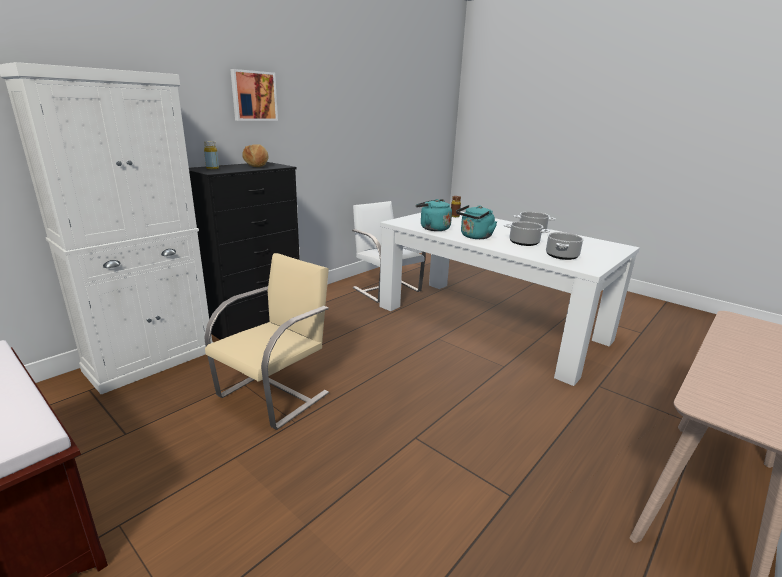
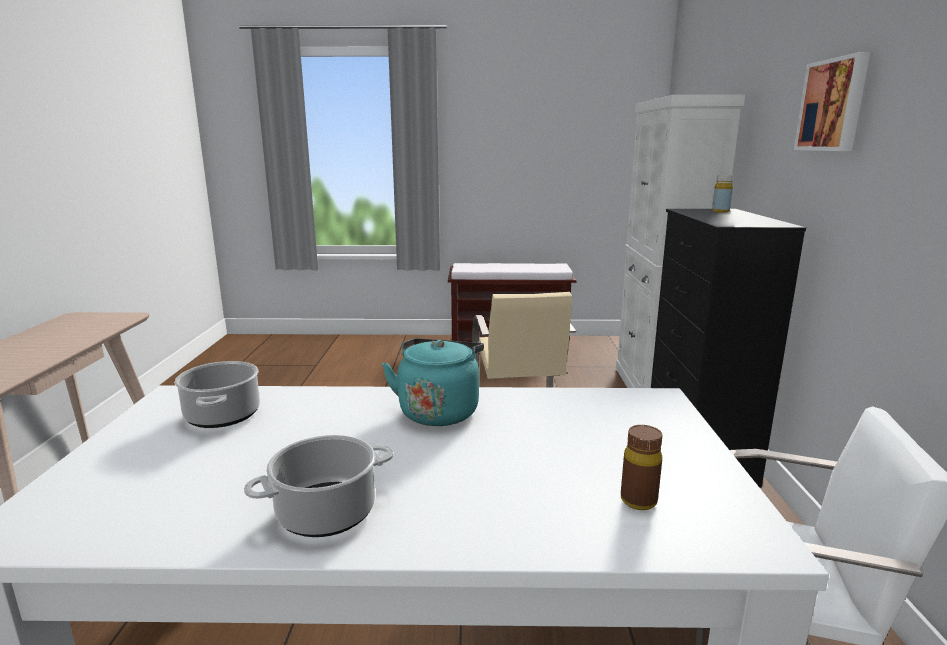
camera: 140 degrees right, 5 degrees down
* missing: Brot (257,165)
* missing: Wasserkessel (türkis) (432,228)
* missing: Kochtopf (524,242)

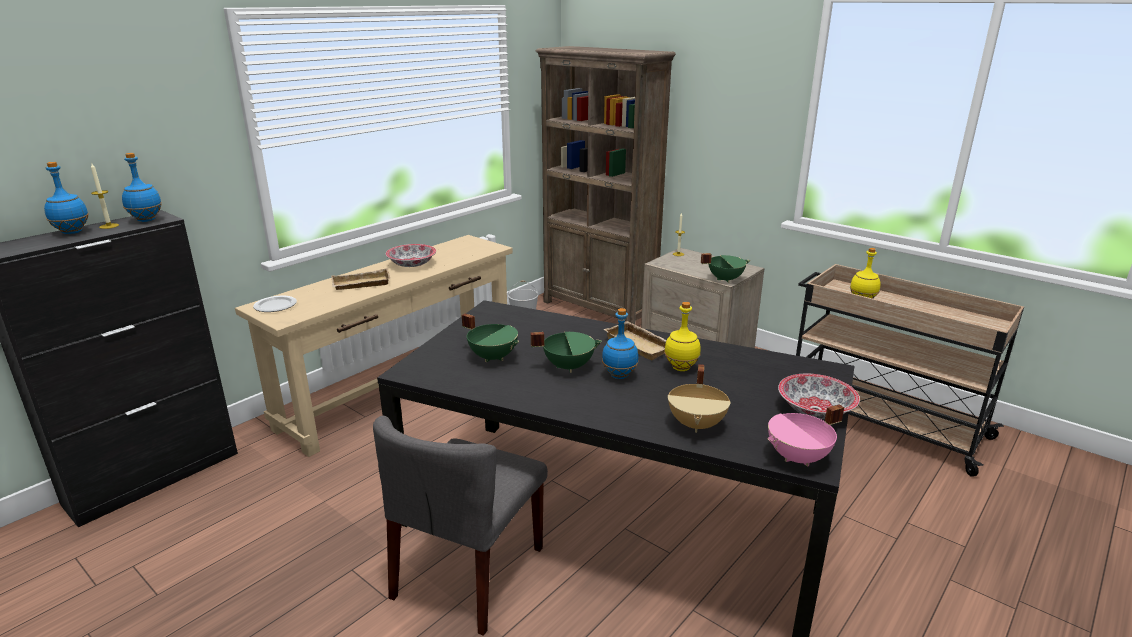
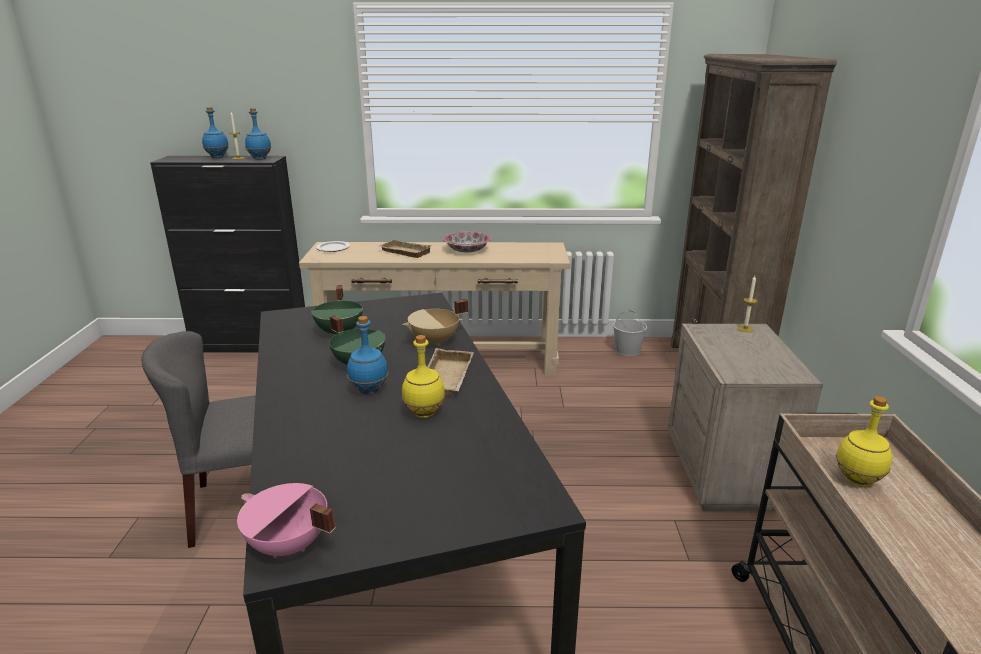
camera: 50 degrees right, 0 degrees up
* missing: Kochtopf (grün) (724,279)
* missing: Schüssel (815,410)
* relocated: Kochtopf (beige) (697,424) to (435,342)

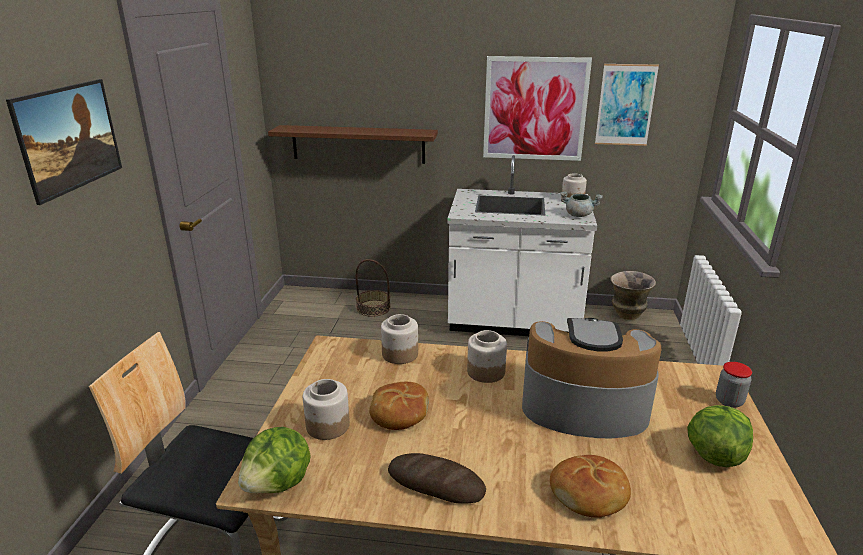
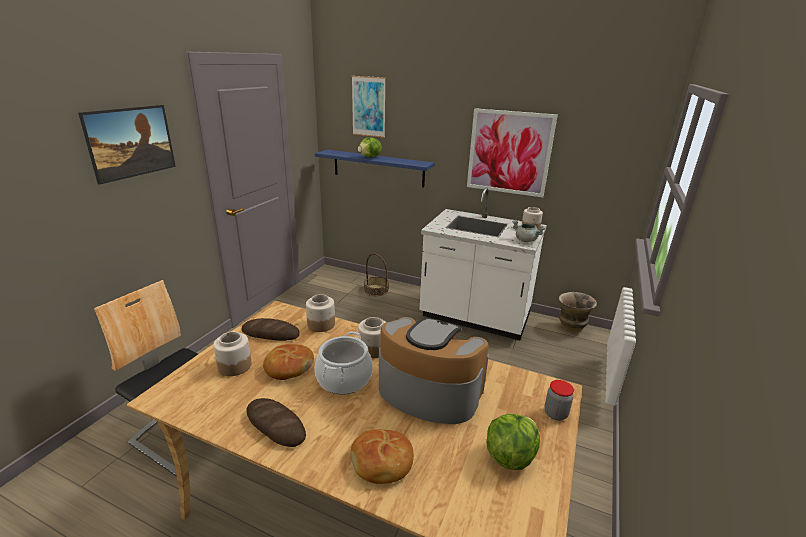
camera: 15 degrees right, 0 degrees up
* appeared: Brot (270,333)
* appeared: Kochtopf (344,379)
* relocated: Salatkopf (279,484) to (370,157)
* relocated: Bild (625,105) to (368,106)
* colour: Wandregal (braun) (358,144) to Wandregal (blau) (378,168)

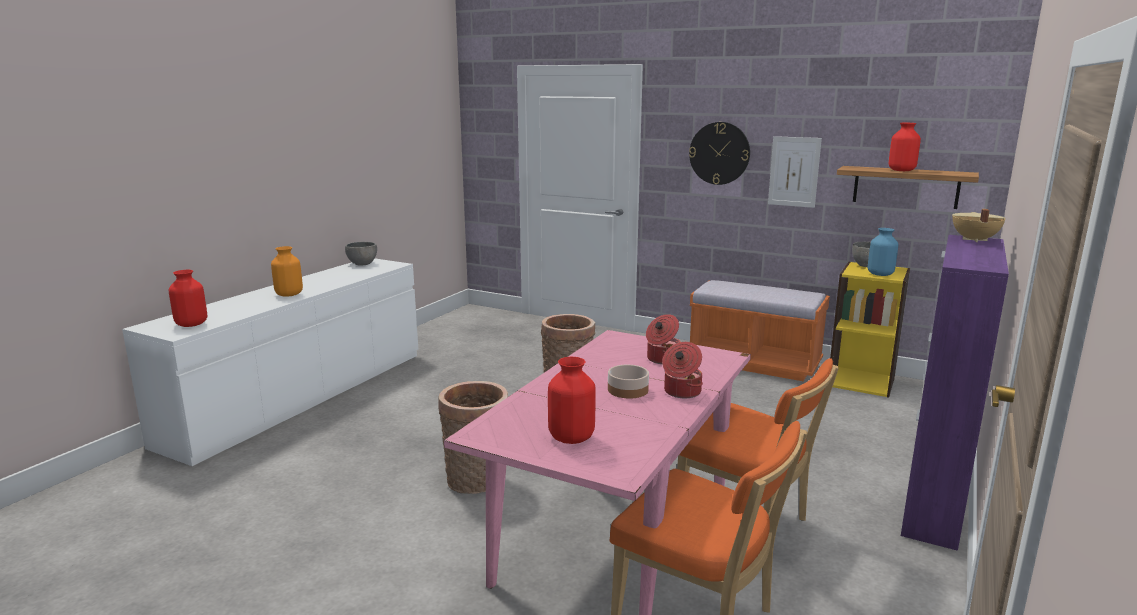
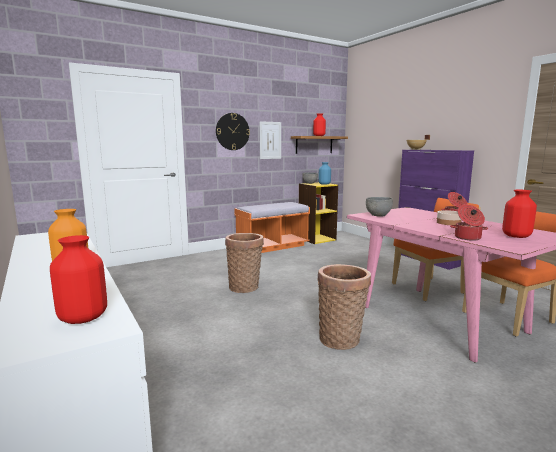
camera: 60 degrees left, 5 degrees down
* relocated: Schüssel (grau) (362,264) to (378,215)
* relocated: Kochtopf (662,359) to (467,238)

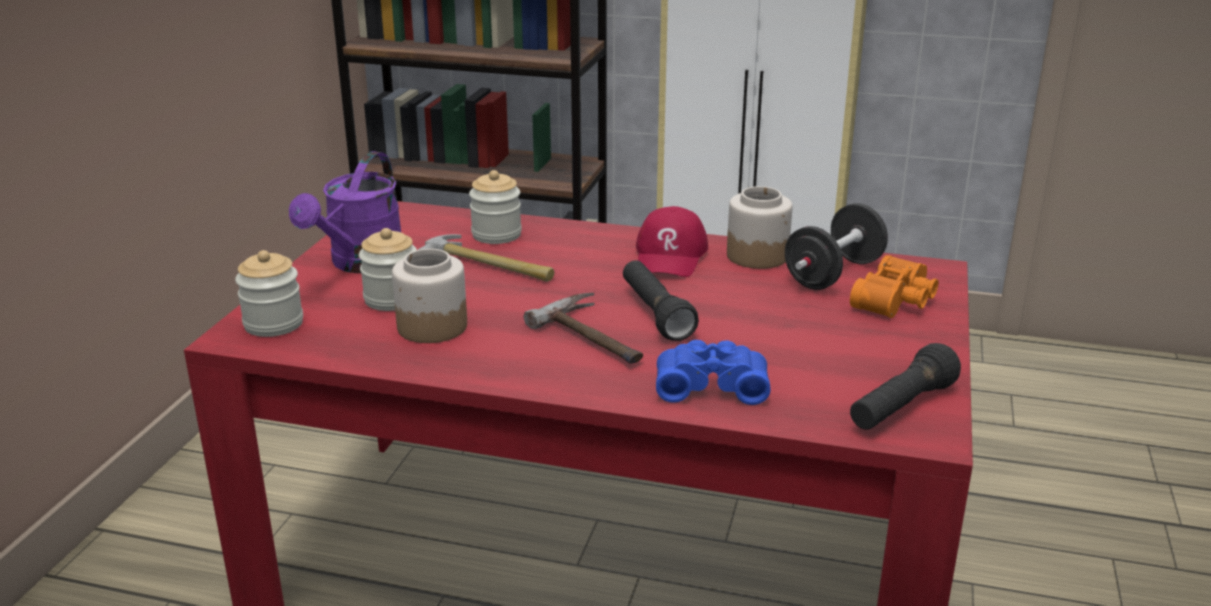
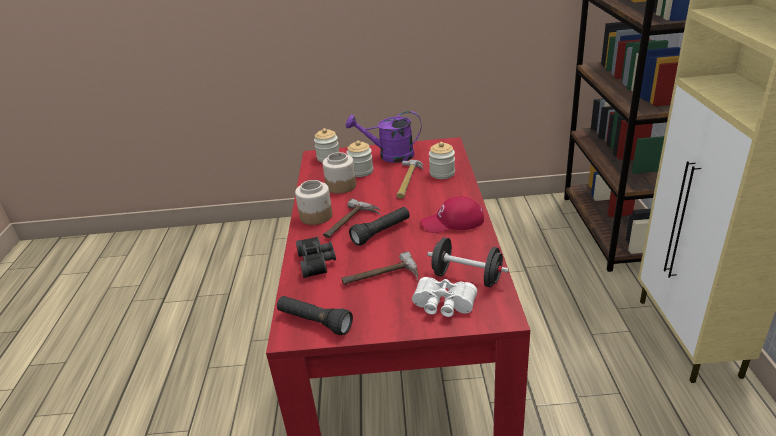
camera: 75 degrees right, 5 degrees up
* appeared: Hammer (382,279)
* relocated: Vorratsglas (757,256) to (316,216)
* colour: Fernglas (blau) (711,385) to Fernglas (schwarz) (317,262)
* colour: Fernglas (orange) (897,301) to Fernglas (weiß) (443,306)

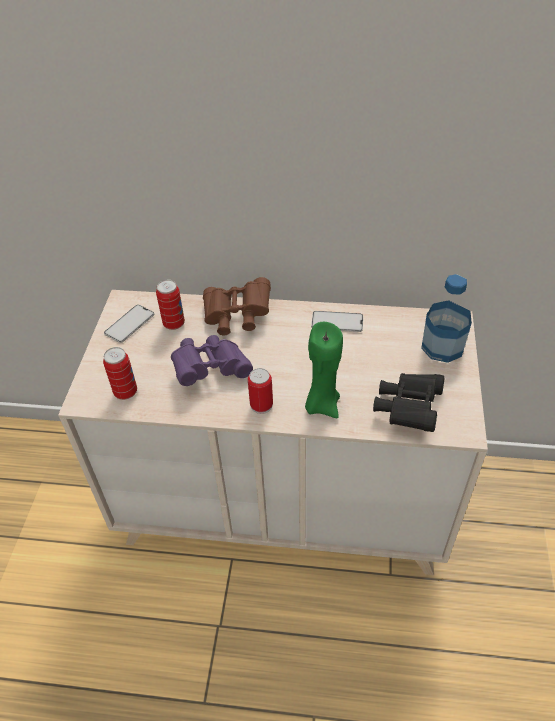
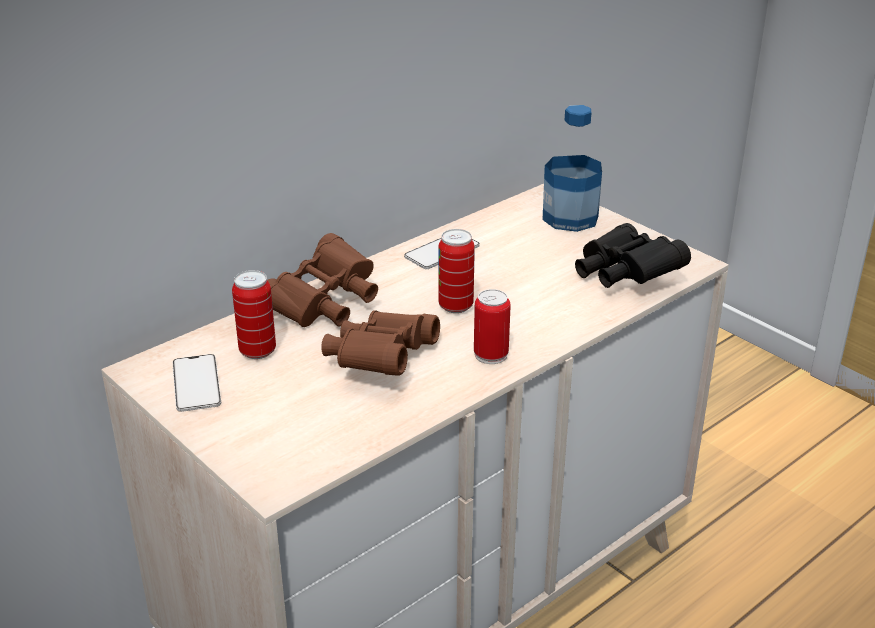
camera: 50 degrees left, 15 degrees down
* missing: Kerze (grün) (322,404)
* relocated: Dose (125,392) to (455,306)
* colour: Fernglas (lila) (210,369) to Fernglas (braun) (380,361)

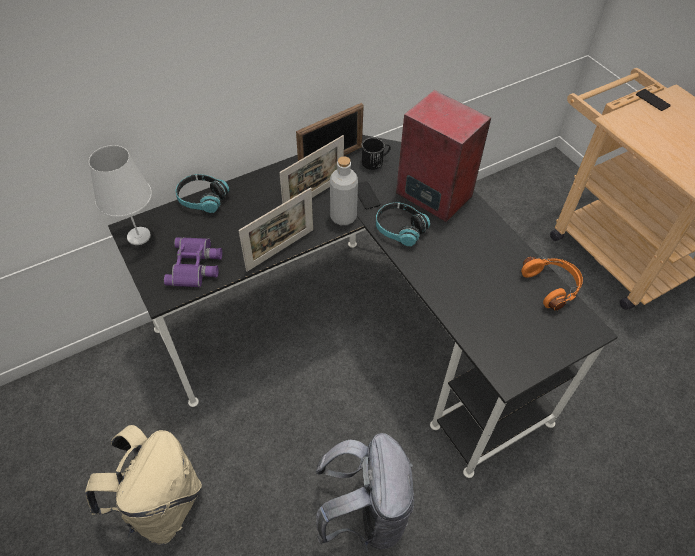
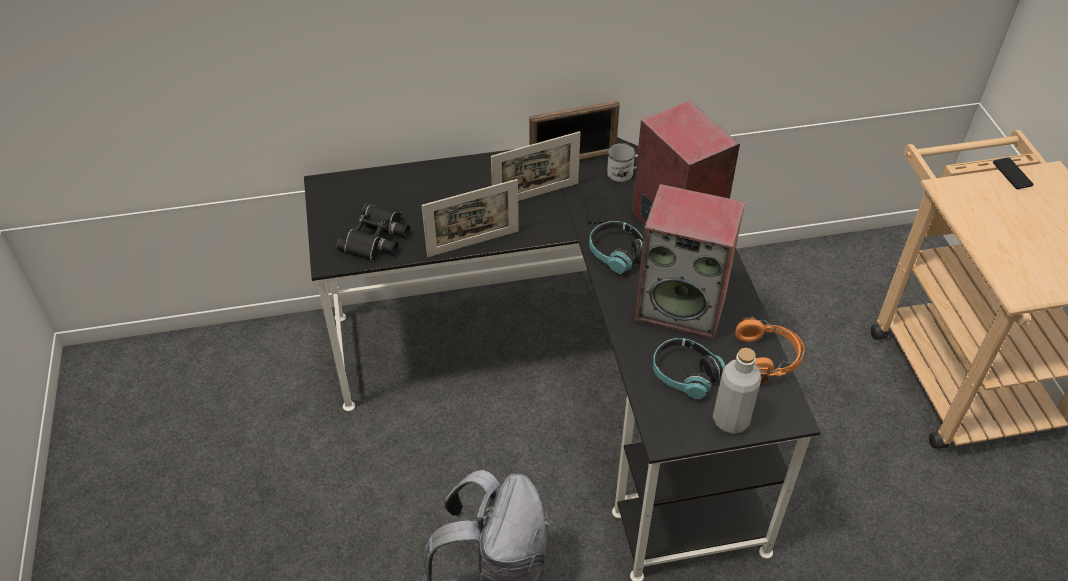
camera: 20 degrees right, 5 degrees down
* missing: Rucksack (beige) (161,504)
* missing: Tischlampe (weiß) (139,236)
* appeared: Lautsprecher (682,306)
* relocated: Kopfhörer (202,199) to (685,374)
* relocated: Flasche (grau) (343,217) to (731,420)
* colour: Fernglas (lila) (196,265) to Fernglas (schwarz) (377,238)
* colour: Henkelbecher (schwarz) (375,161) to Henkelbecher (weiß) (624,173)

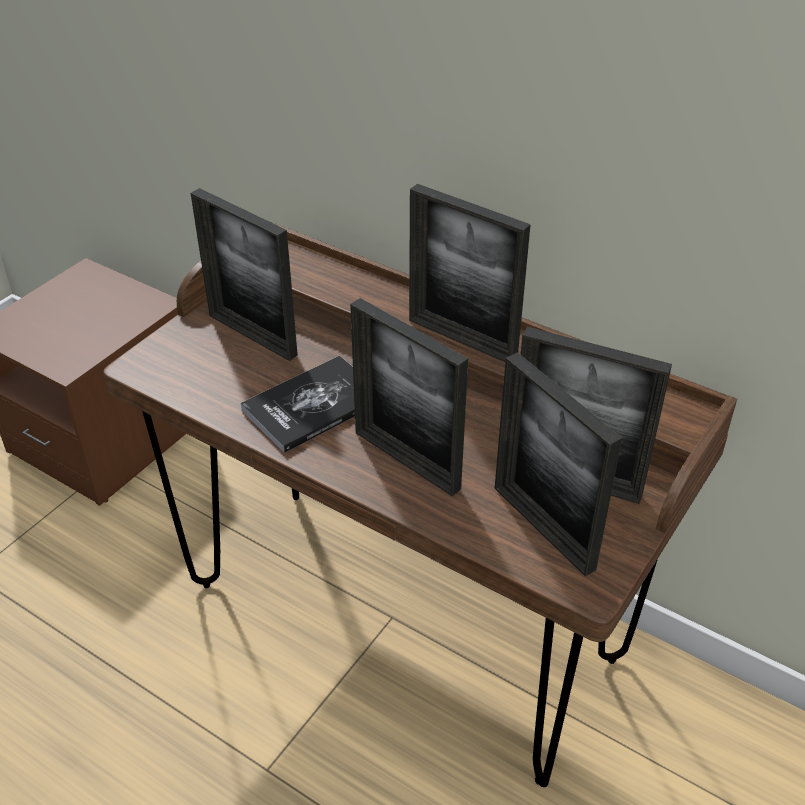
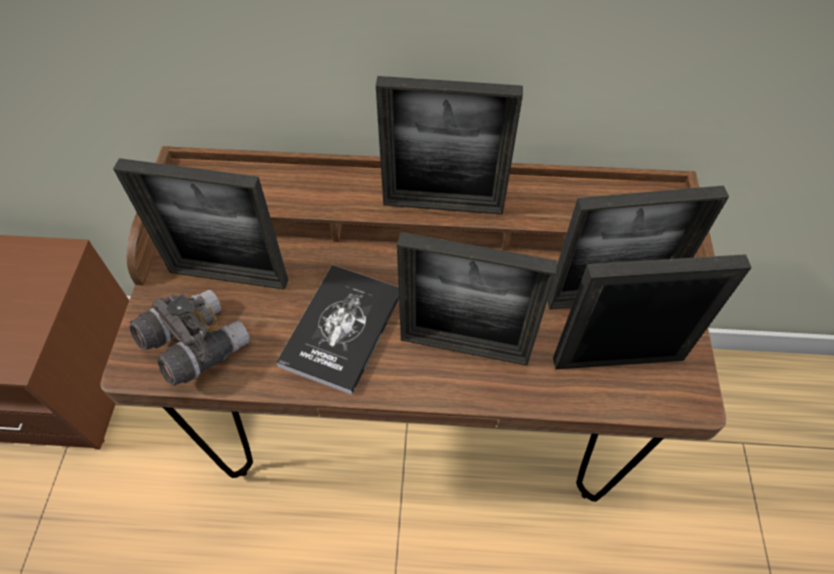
camera: 30 degrees left, 15 degrees up
* appeared: Fernglas (grau) (195,345)
* spun: Bilderrahmen (543,527) = (618,359) 150 degrees clockwise

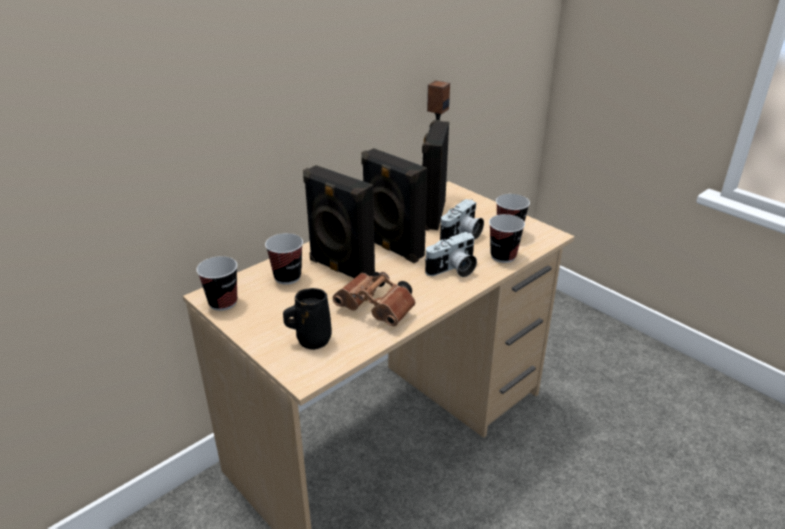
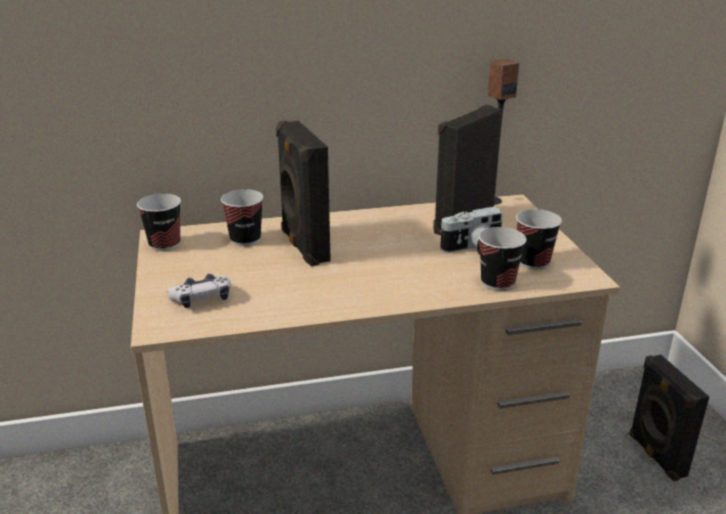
camera: 30 degrees right, 5 degrees down
* missing: Fernglas (braun) (378,310)
* missing: Kamera (453,270)
* relocated: Lautsprecher (schwarz) (391,248) to (655,455)
* exchanged: Henkelbecher (schwarz) (311,340) to Gamepad (202,299)

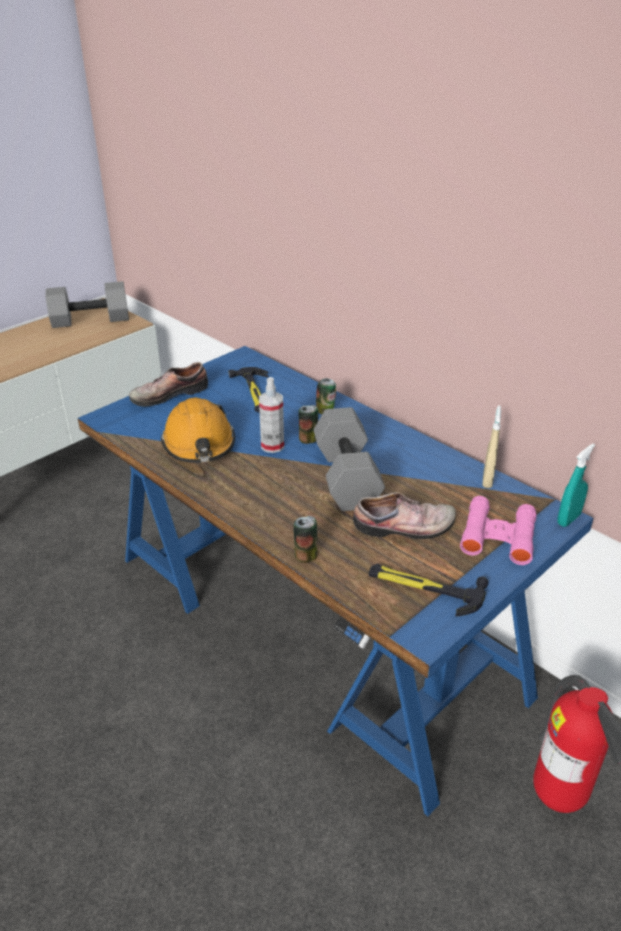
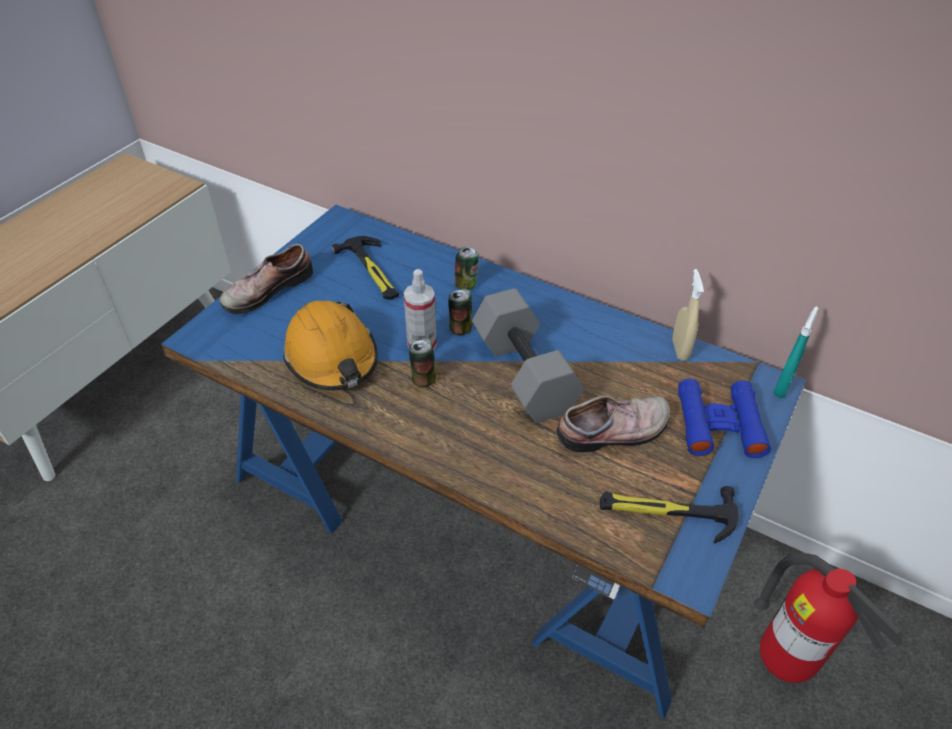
camera: 15 degrees left, 10 degrees up
* missing: Hantel (grau) (91,319)
* relocated: Dose (306,555) to (423,378)
* colour: Fernglas (rosa) (498,536) to Fernglas (blau) (718,424)

